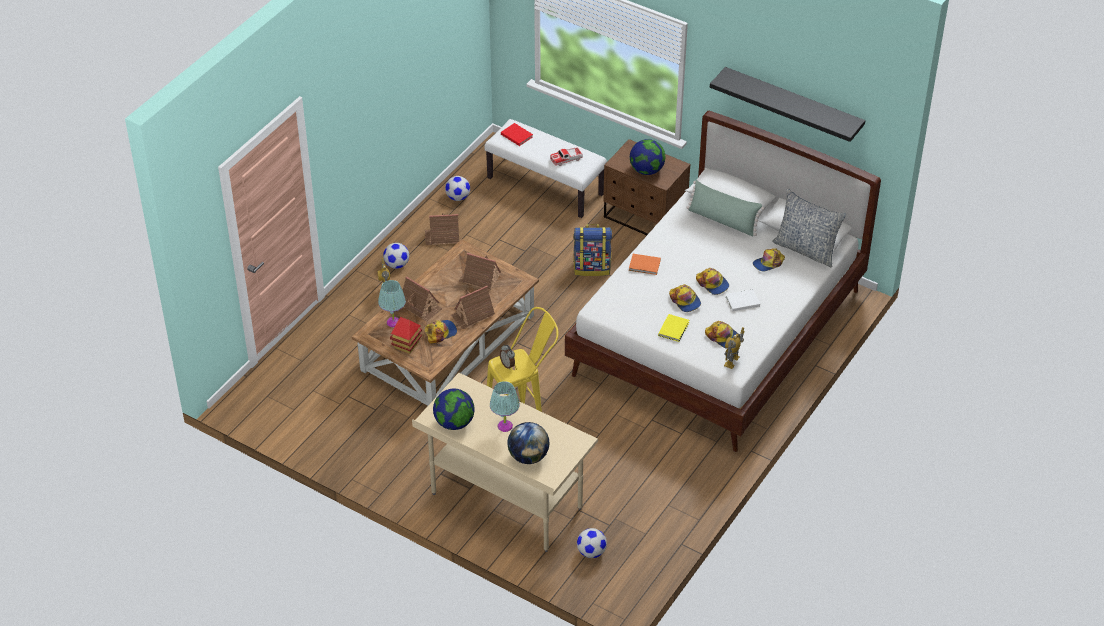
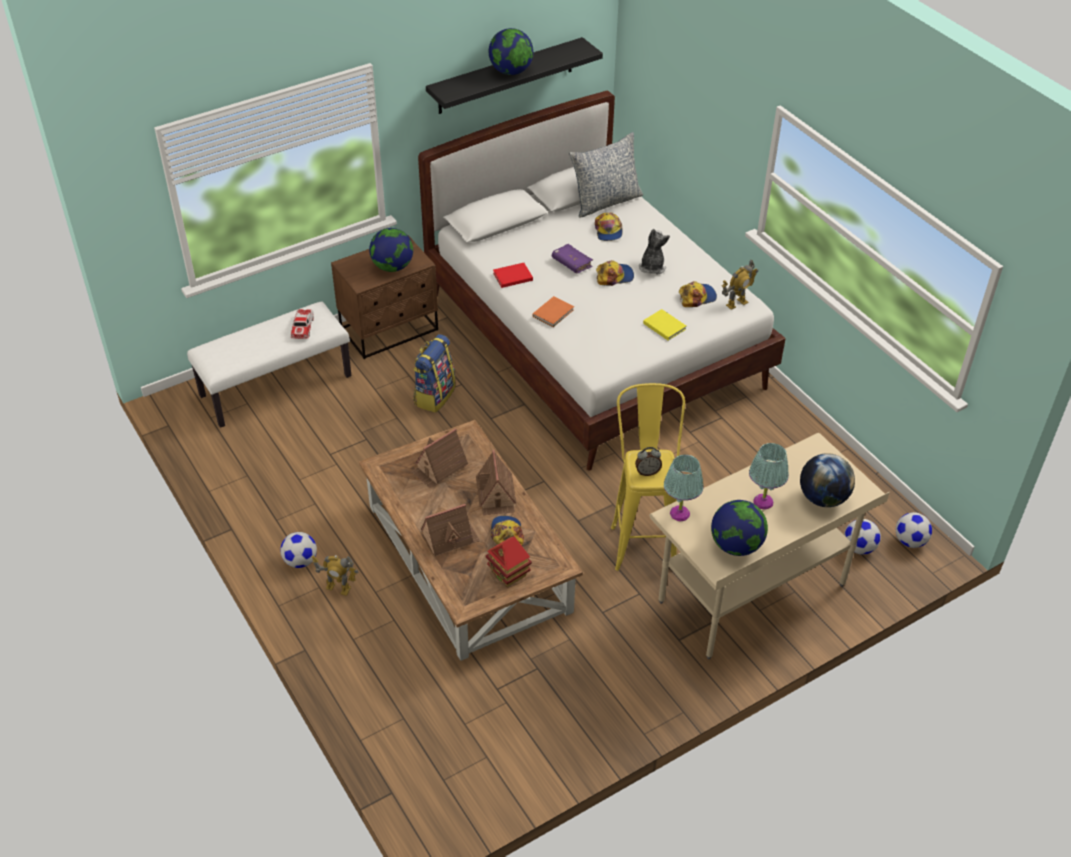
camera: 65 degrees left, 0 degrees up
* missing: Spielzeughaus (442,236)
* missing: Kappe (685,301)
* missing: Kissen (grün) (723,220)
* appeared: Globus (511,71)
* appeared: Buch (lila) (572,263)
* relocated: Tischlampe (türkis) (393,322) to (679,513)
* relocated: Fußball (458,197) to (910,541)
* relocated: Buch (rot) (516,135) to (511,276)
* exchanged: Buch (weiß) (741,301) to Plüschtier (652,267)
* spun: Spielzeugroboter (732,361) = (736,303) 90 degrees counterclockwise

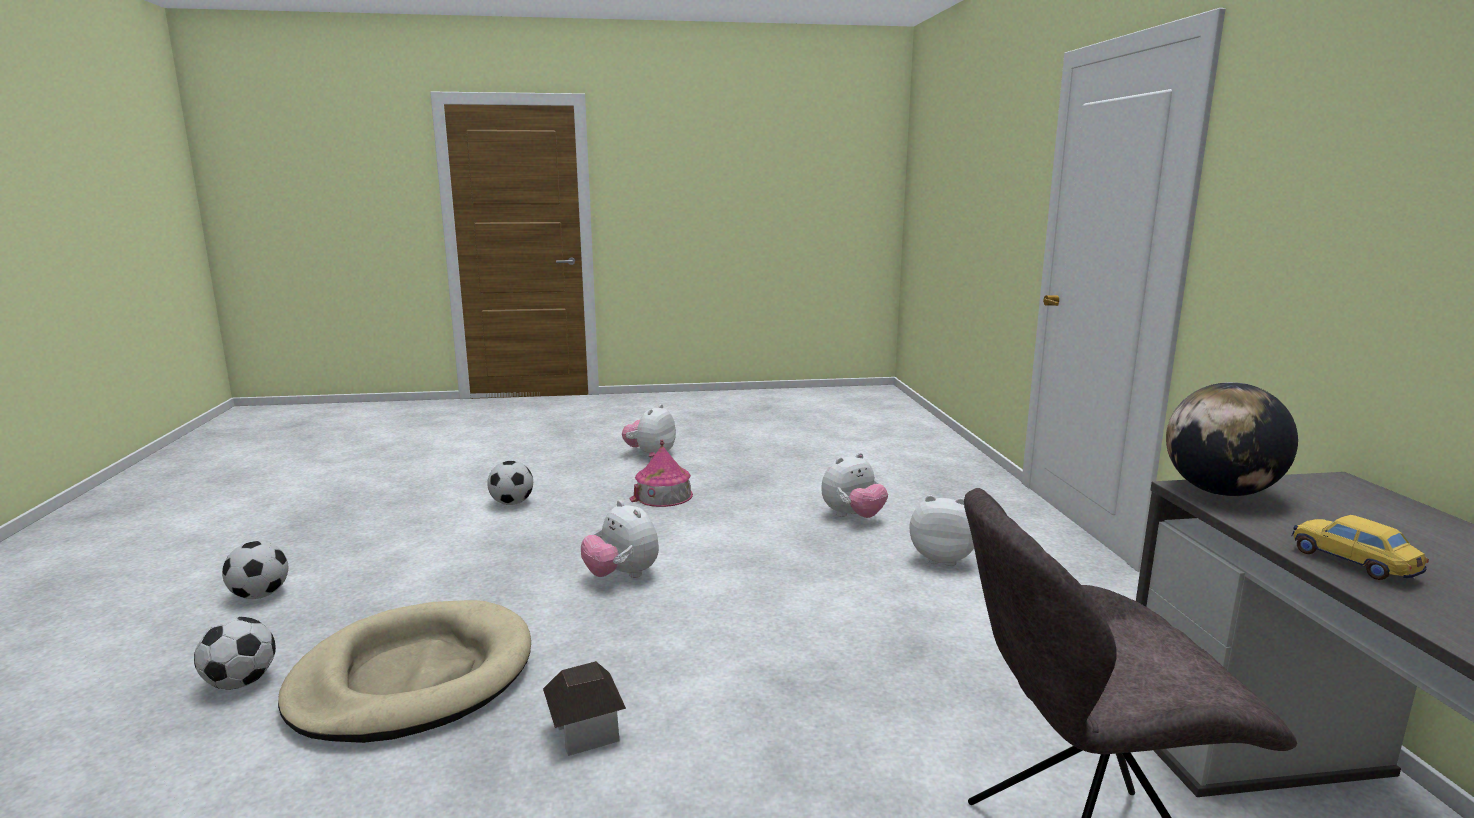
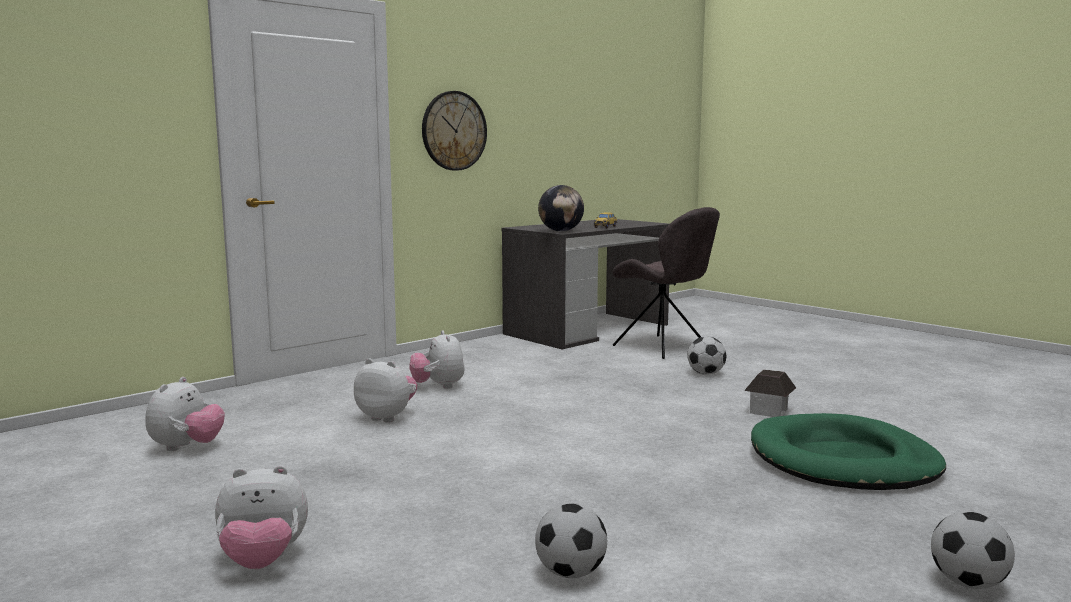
camera: 125 degrees left, 5 degrees down
* missing: Spielzeughaus (663,495)
* appeared: Wanduhr (454,131)
* relocated: Fußball (241,682) to (706,374)
* relocated: Plüschtier (622,575) to (186,447)
* colour: Hundebett (beige) (413,678) to Hundebett (grün) (843,461)

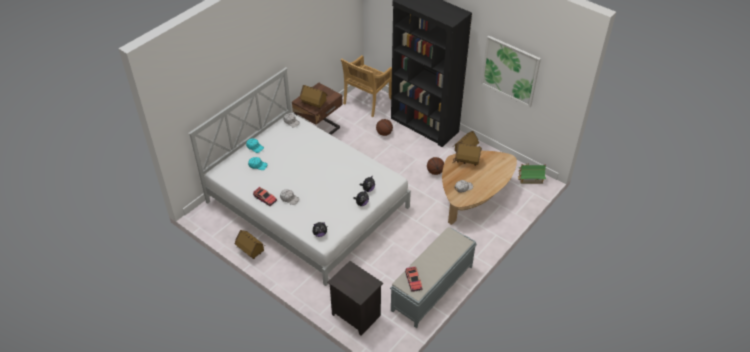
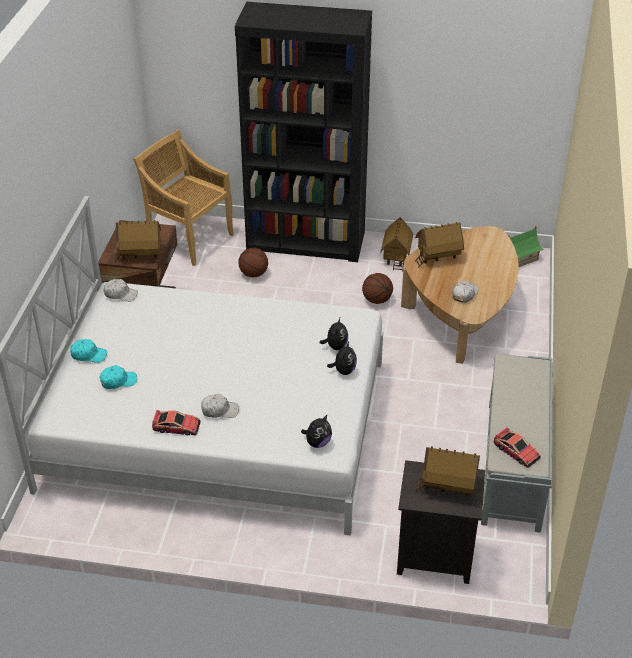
camera: 30 degrees left, 5 degrees down
* missing: Bild (510,71)
* relocated: Spielzeughaus (250,251) to (448,486)
* spun: Stuhl (beige) (367,102) = (188,239) 120 degrees clockwise

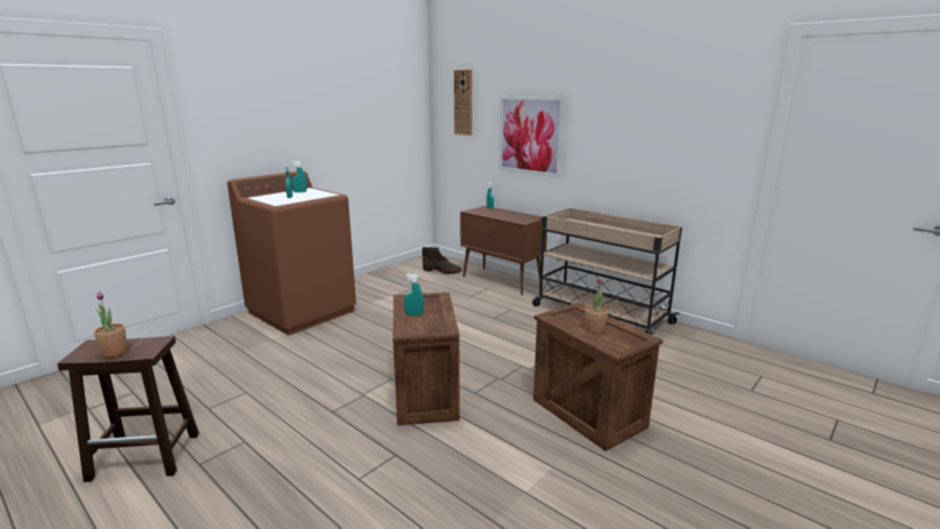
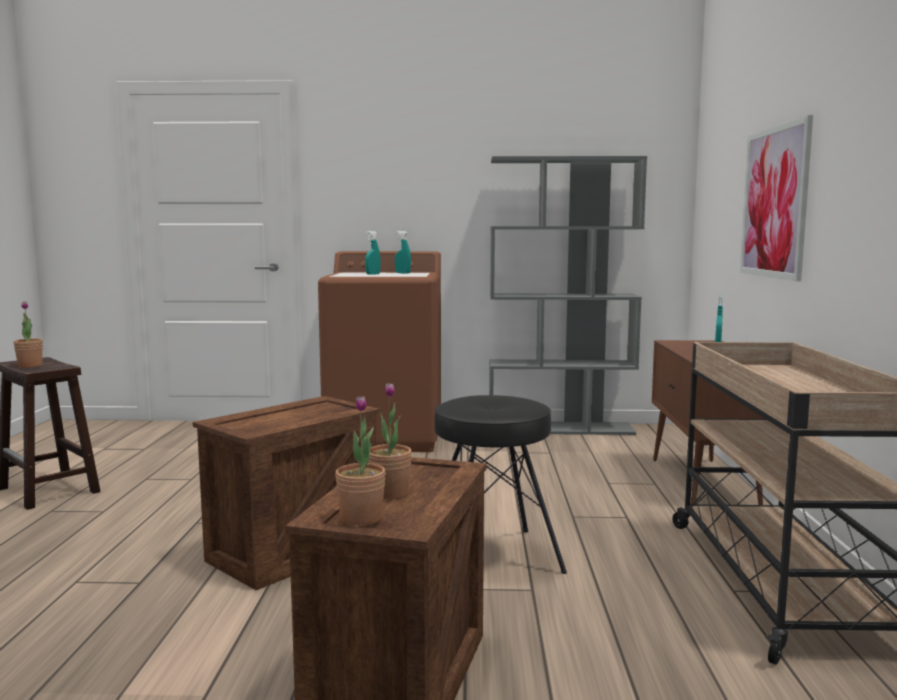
camera: 50 degrees right, 10 degrees down
* missing: Sprühflasche (türkis) (414,314)
* missing: Stiefel (braun) (442,271)
* missing: Wanduhr (463,102)
* appeared: Topfpflanze (361,518)
* appeared: Hocker (schwarz) (490,557)
* appeared: Bücherregal (grau) (561,428)

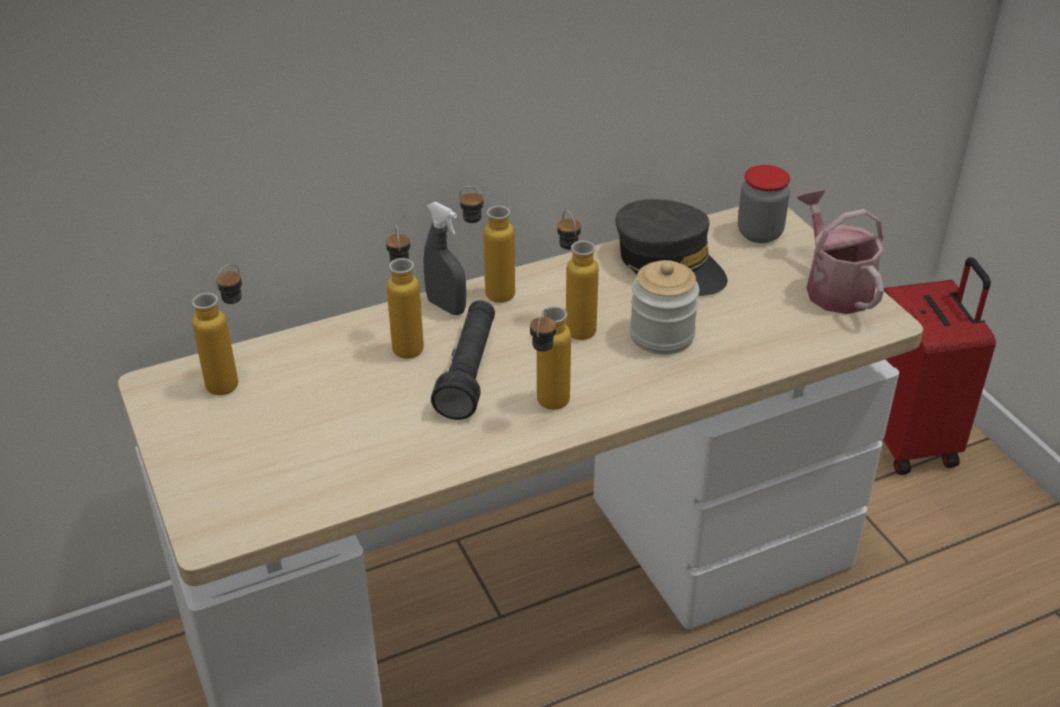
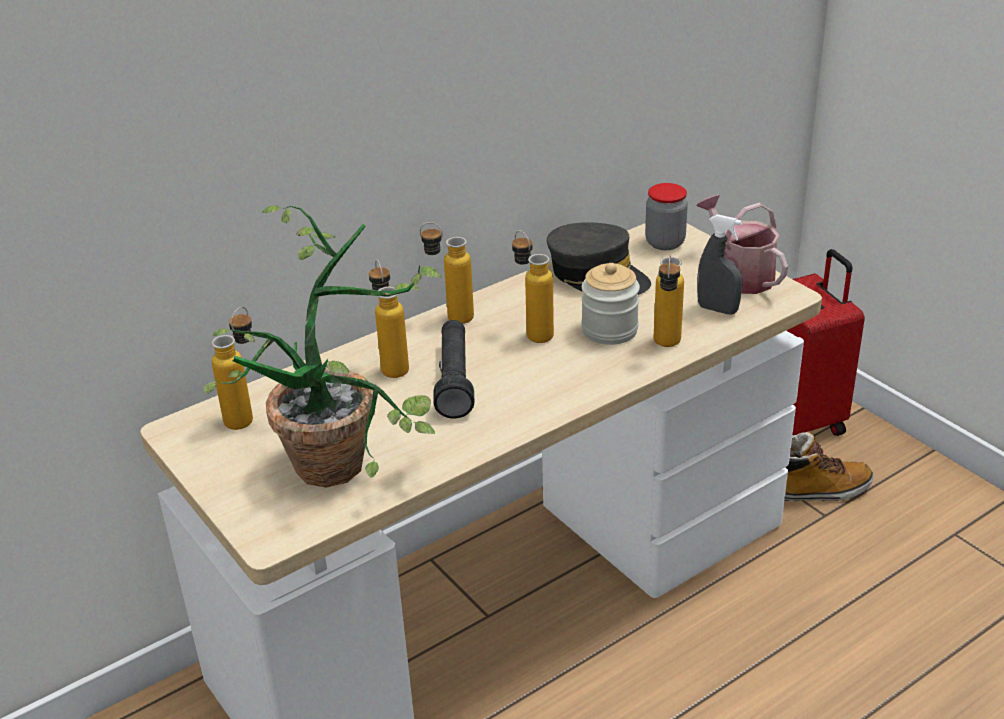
camera: 10 degrees left, 5 degrees down
* appeared: Topfpflanze (348,458)
* appeared: Stiefel (818,490)
* relocated: Sprühflasche (grau) (446,306) to (717,309)
* relocated: Flasche (548,409) to (666,347)

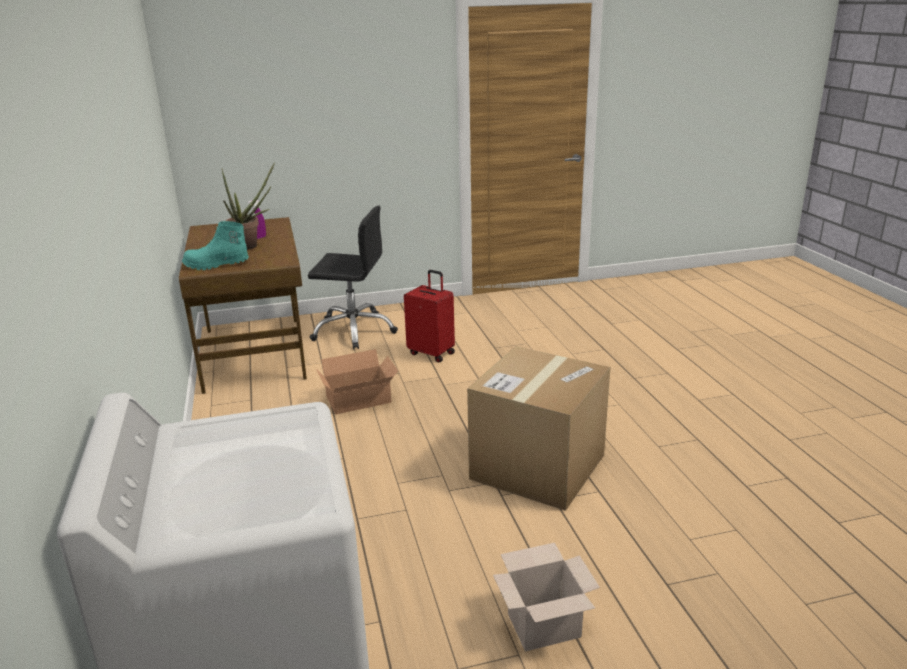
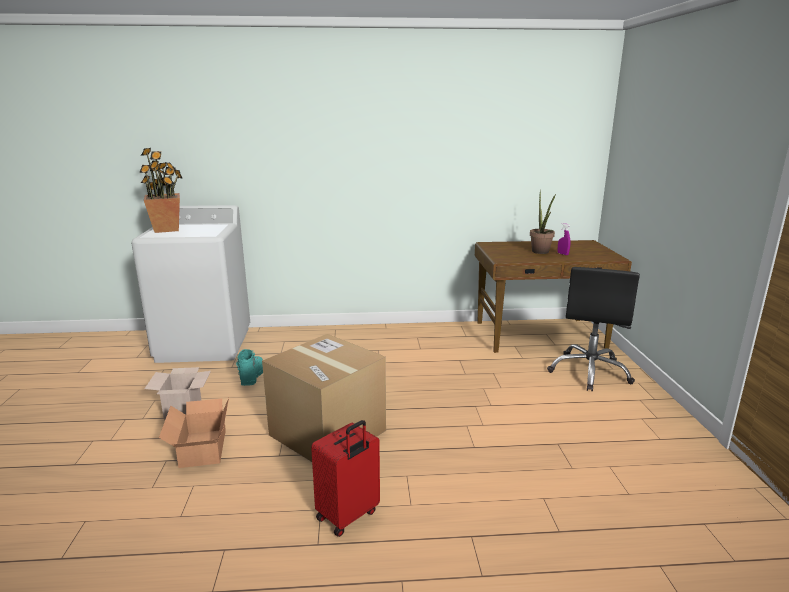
camera: 100 degrees right, 5 degrees down
* appeared: Topfpflanze (167,229)
* relocated: Stiefel (türkis) (216,265) to (251,377)
* relocated: Karton (360,400) to (200,449)
* relocated: Koffer (rot) (432,353) to (348,516)

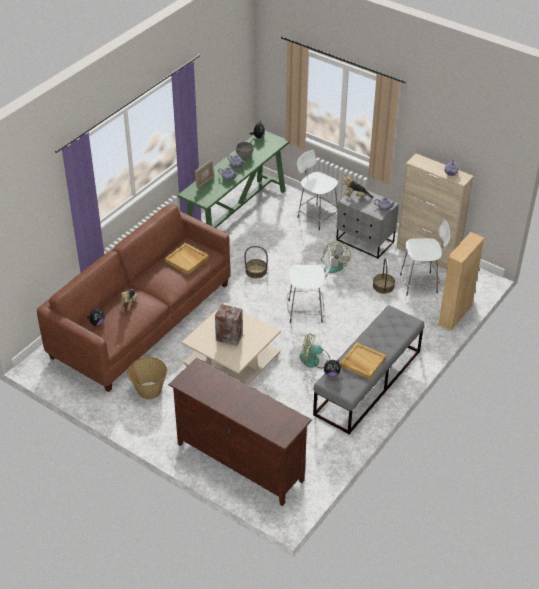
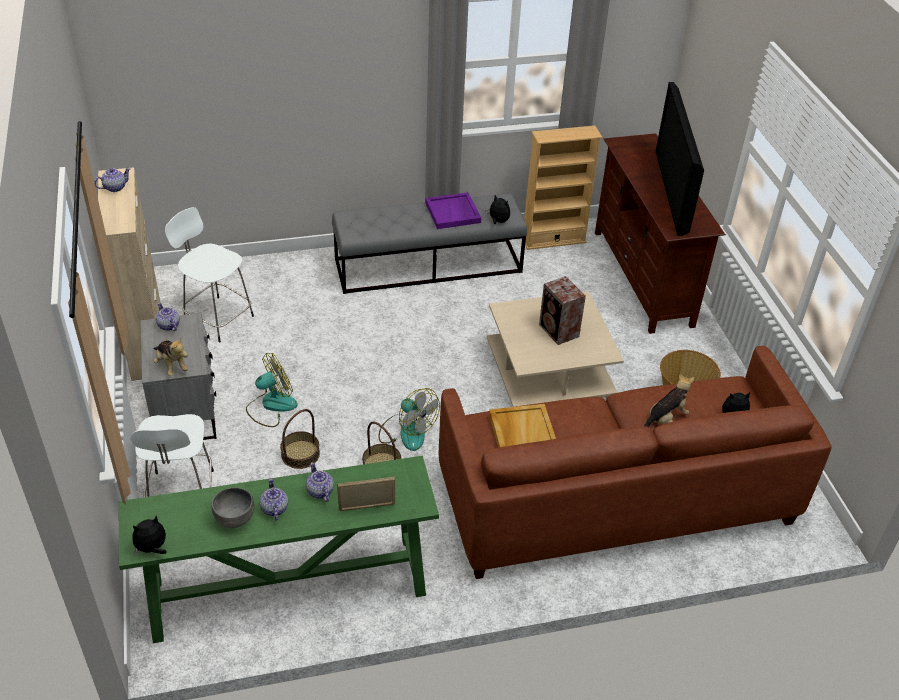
camera: 140 degrees left, 0 degrees up
* missing: Hocker (weiß) (307,311)
* appeared: Fernseher (675,192)
* relocated: Ventilator (314,360) to (406,431)
* relocated: Korb (383,286) to (300,454)
* relocated: Bücherregal (beige) (455,315) to (553,240)
* colour: Tablett (beige) (362,362) to Tablett (lila) (453,213)

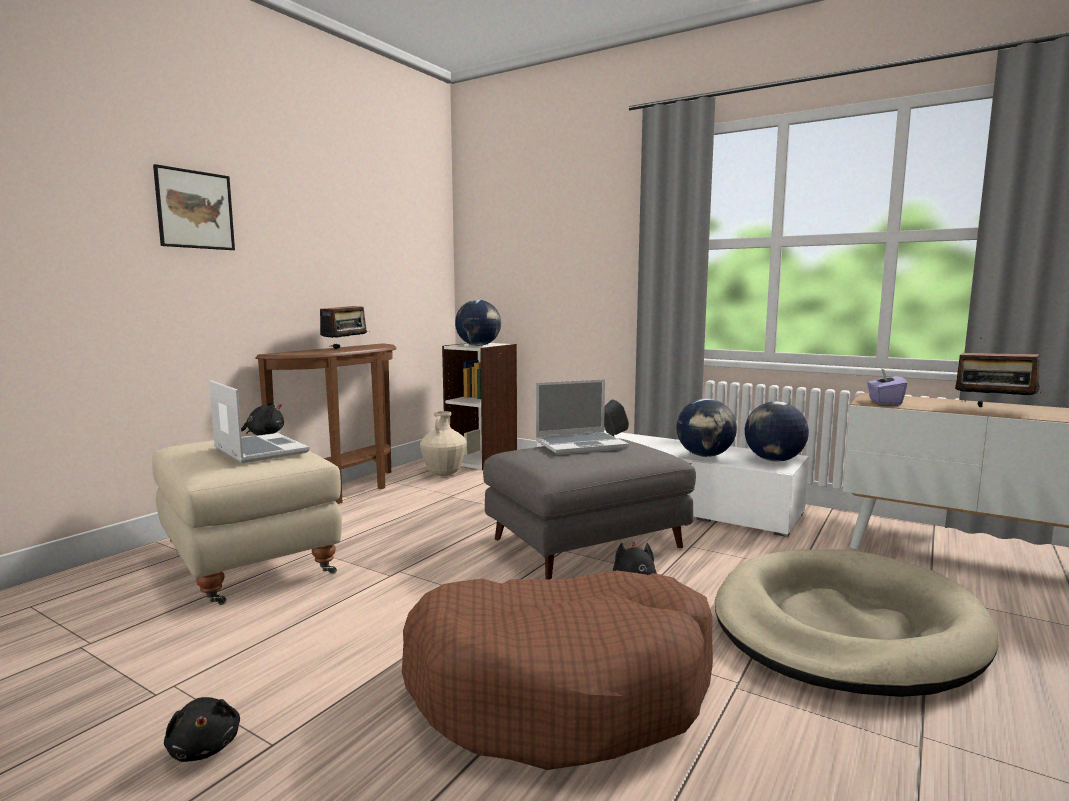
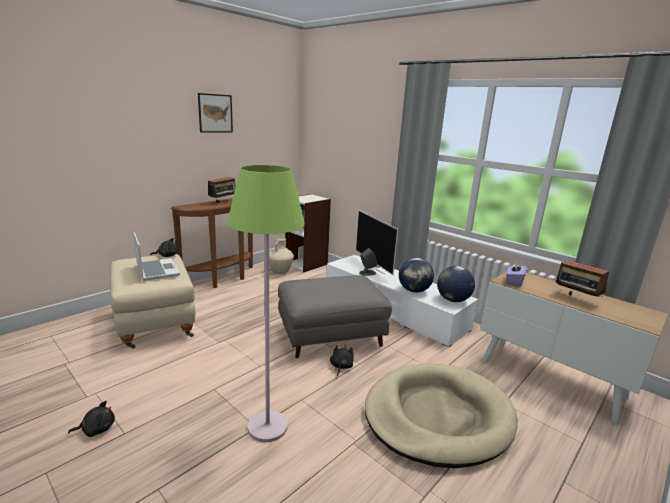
camera: 10 degrees right, 10 degrees up
* missing: Globus (478,345)
* missing: Laptop (581,445)
* appeared: Fernseher (375,267)
* relocated: Bild (195,209) to (215,113)
* exchanged: Hundebett (braun) (563,688) to Stehlampe (grün) (267,427)
* spun: Plüschtier (schwarz) (204,747) = (96,429) 90 degrees counterclockwise

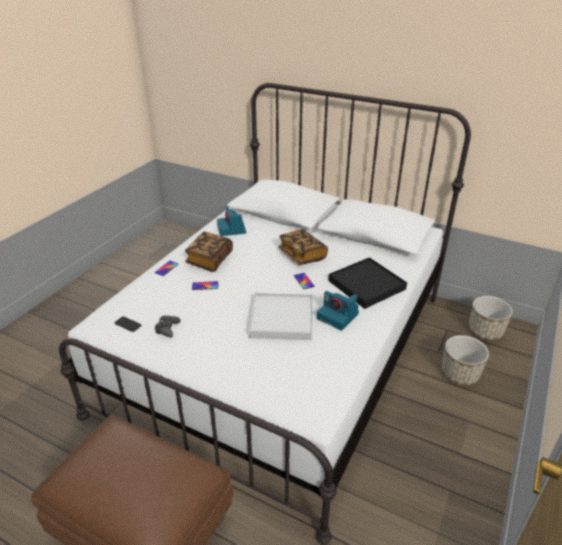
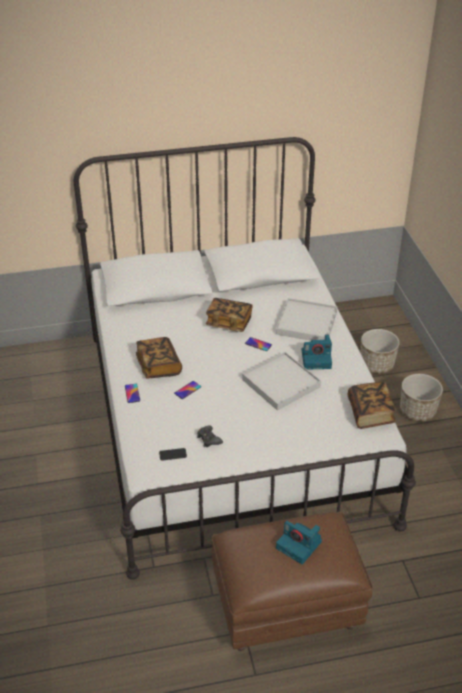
camera: 40 degrees left, 5 degrees up
* appeared: Buch (370,413)
* relocated: Kamera (232,229) to (300,545)
* relocated: Pflanzkübel (485,331) to (417,411)
* colour: Tablett (schwarz) (366,285) to Tablett (weiß) (306,323)

